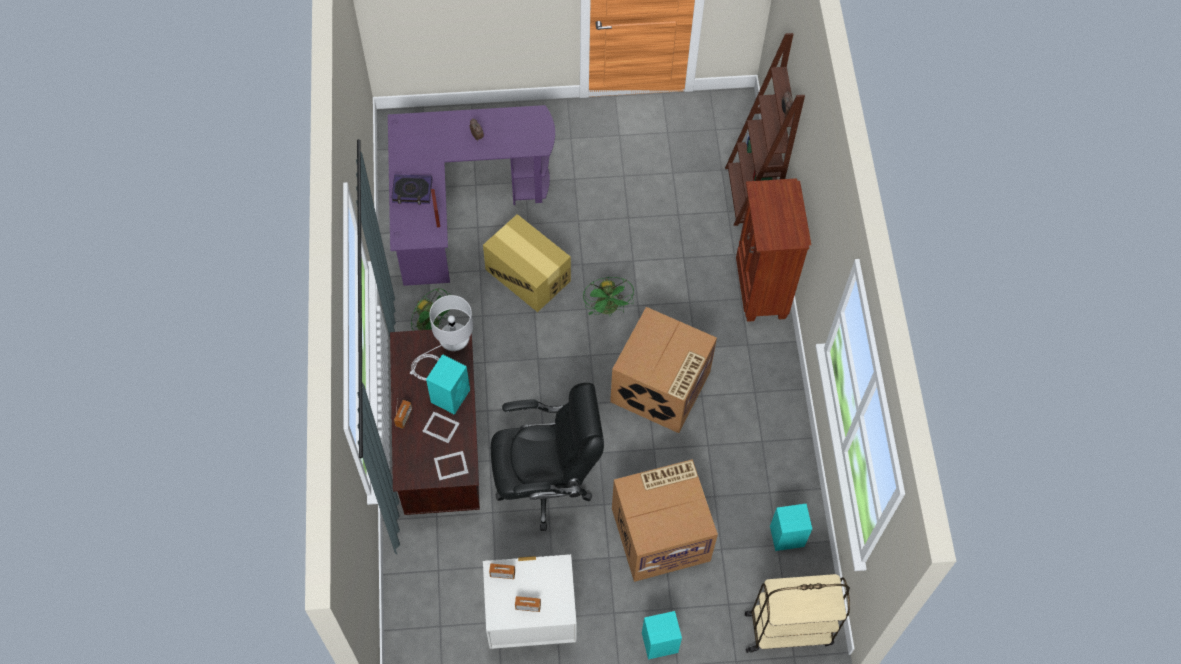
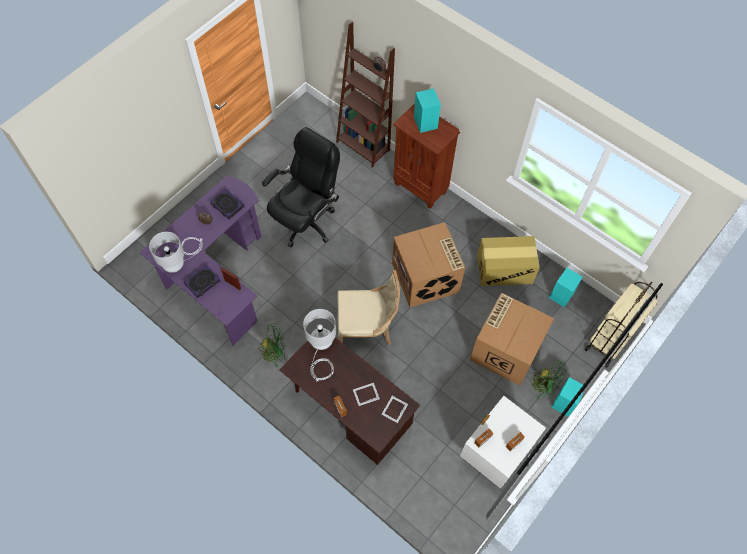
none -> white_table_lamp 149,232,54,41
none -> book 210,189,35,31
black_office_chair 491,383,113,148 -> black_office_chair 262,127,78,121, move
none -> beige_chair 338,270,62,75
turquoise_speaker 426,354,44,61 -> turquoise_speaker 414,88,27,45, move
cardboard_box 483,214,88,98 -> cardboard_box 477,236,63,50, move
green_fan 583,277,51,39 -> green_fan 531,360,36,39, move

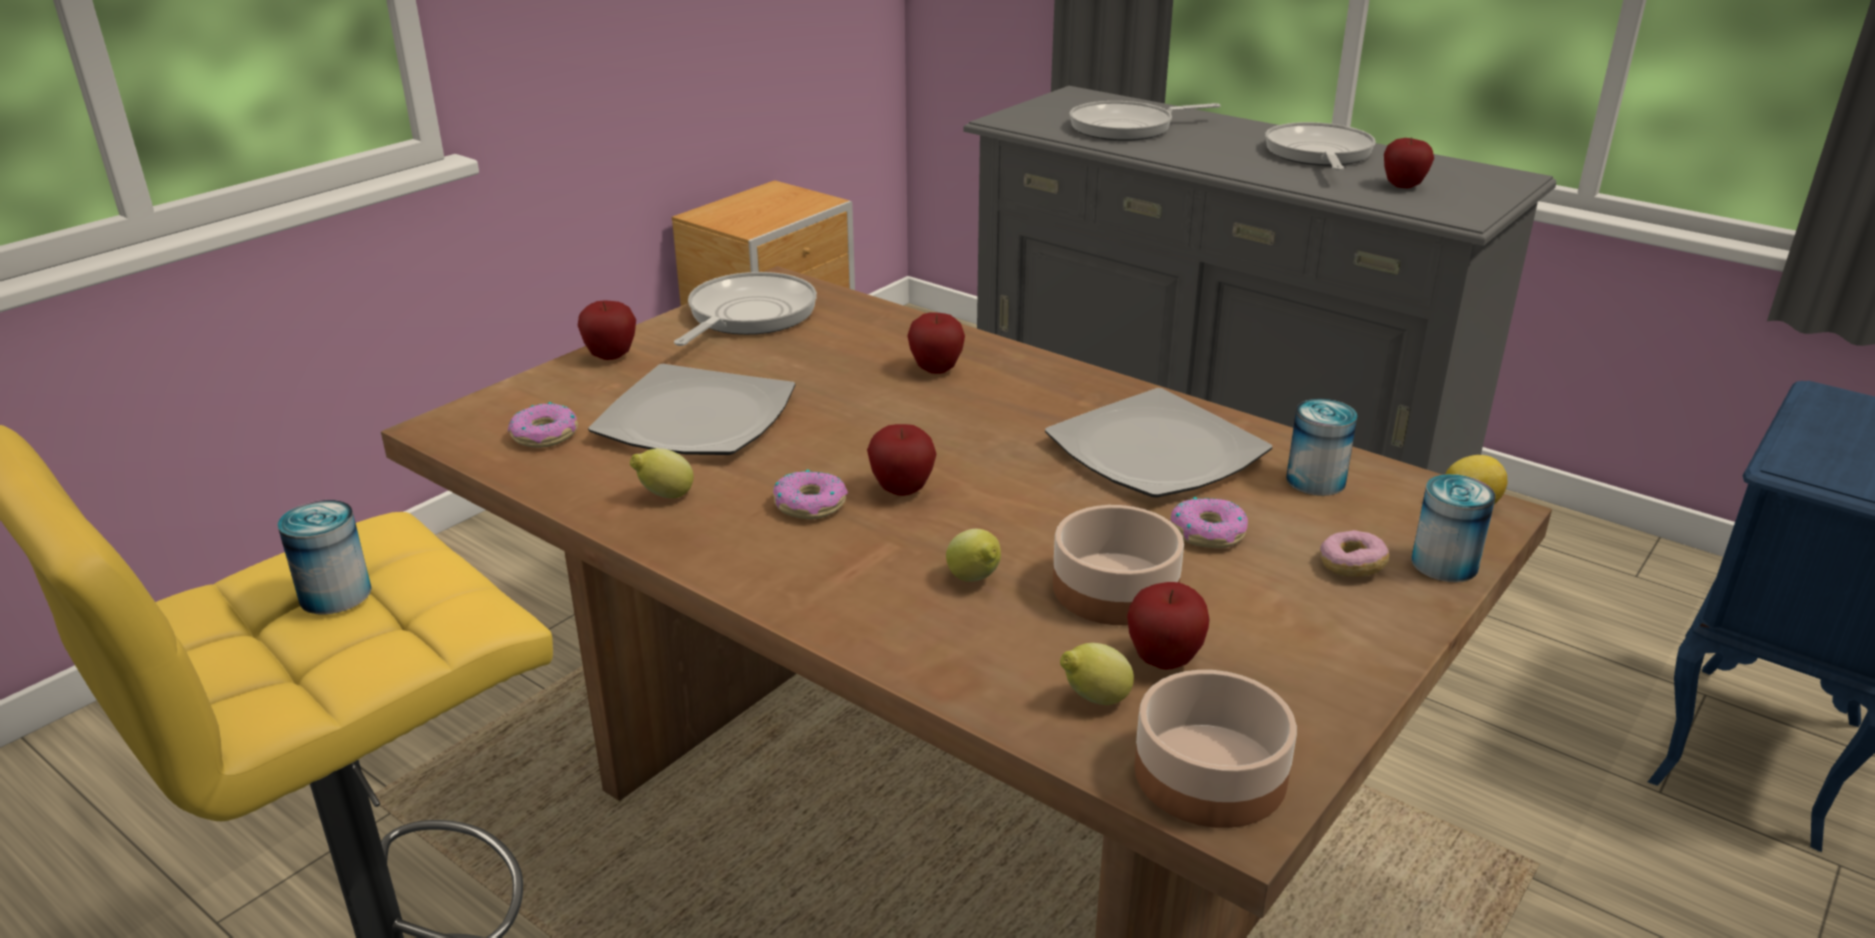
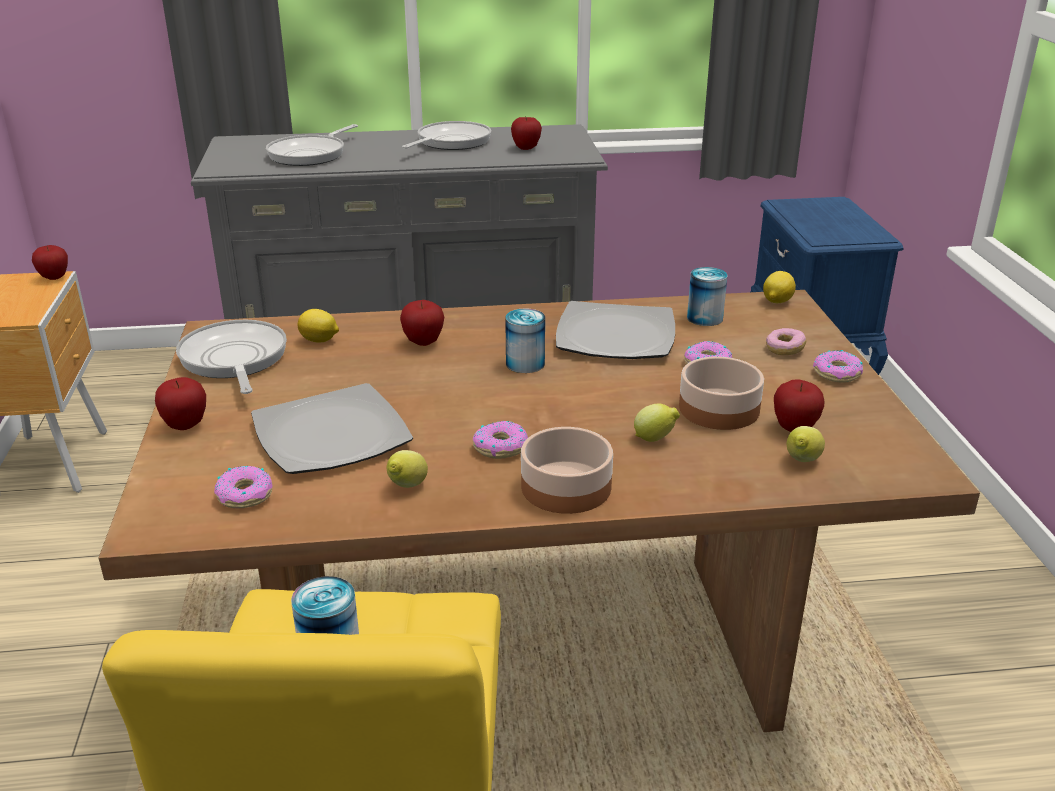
apple 867,424,70,72 -> apple 32,245,36,35, move
none -> lemon 298,309,41,34
frying_pan 1265,122,111,48 -> frying_pan 402,121,89,29, 75 degrees clockwise
can 1411,474,84,108 -> can 505,308,40,65, move
bowl 1134,670,163,158 -> bowl 521,427,92,87, move
none -> donut 813,350,50,33

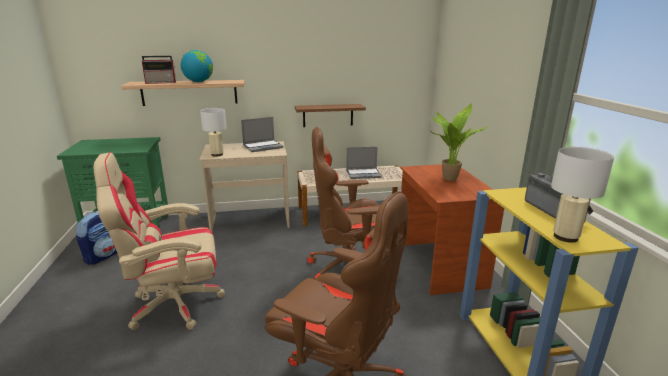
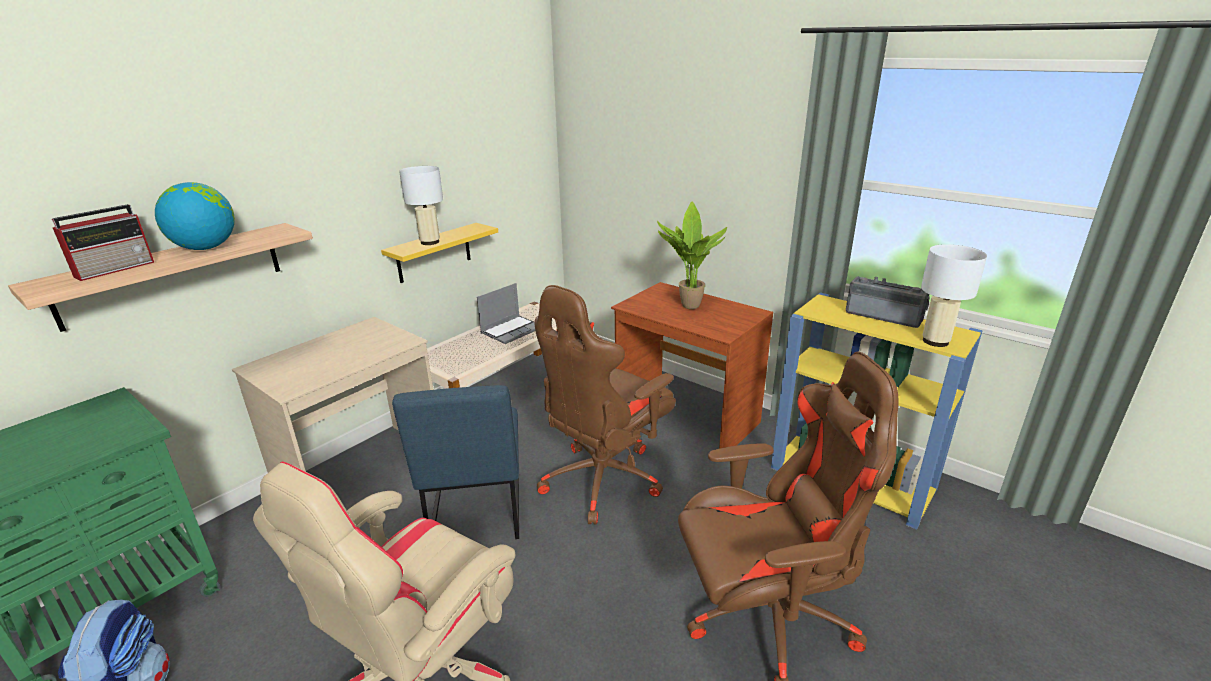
brown_shelf 295,104,71,23 -> yellow_shelf 381,223,117,60
none -> blue_chair 392,385,127,154
white_table_lamp 200,108,27,49 -> white_table_lamp 399,166,44,79, move
laptop 241,117,42,35 -> none

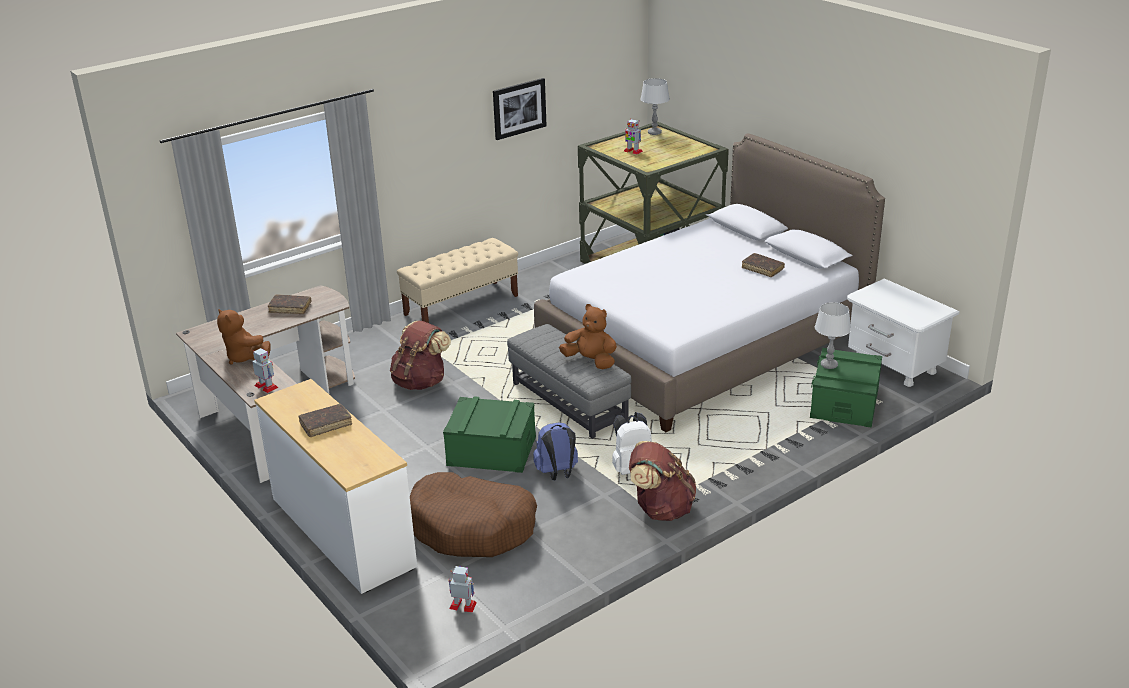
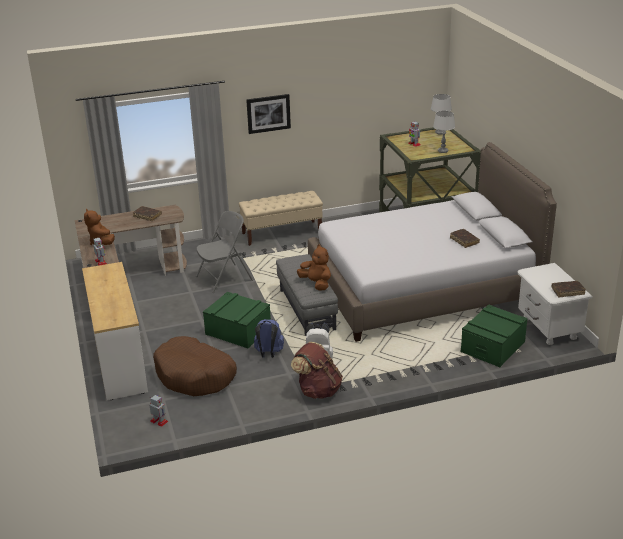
brown_backpack 390,321,61,69 -> grey_chair 196,211,57,83
picture 493,78,54,62 -> picture 246,94,45,40, move
grey_table_lamp 815,302,36,67 -> grey_table_lamp 433,111,22,42, move
brown_book 299,404,53,33 -> brown_book 551,281,35,17, move

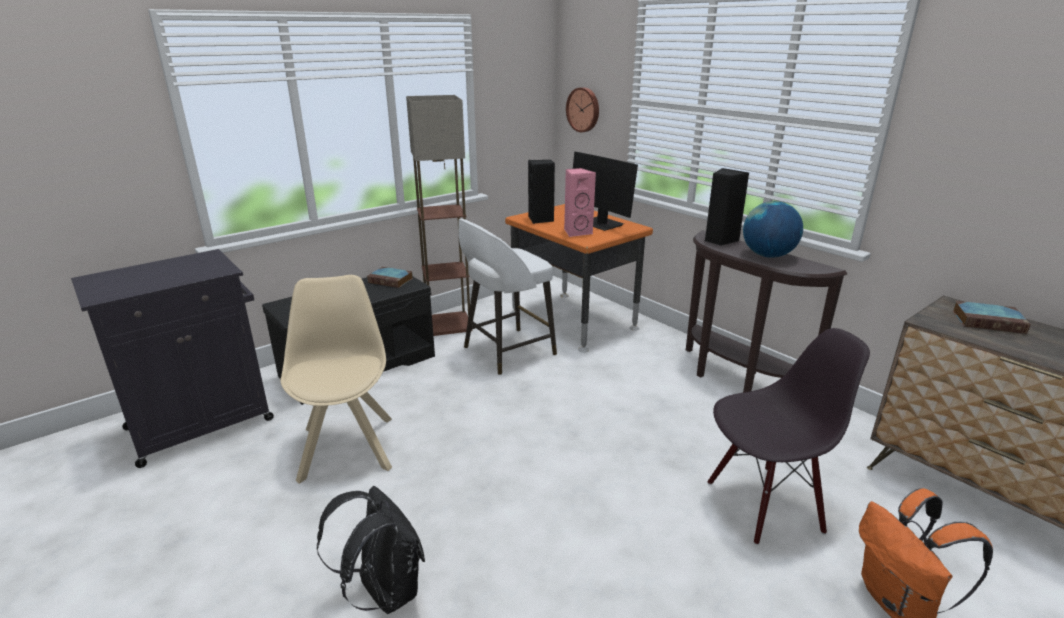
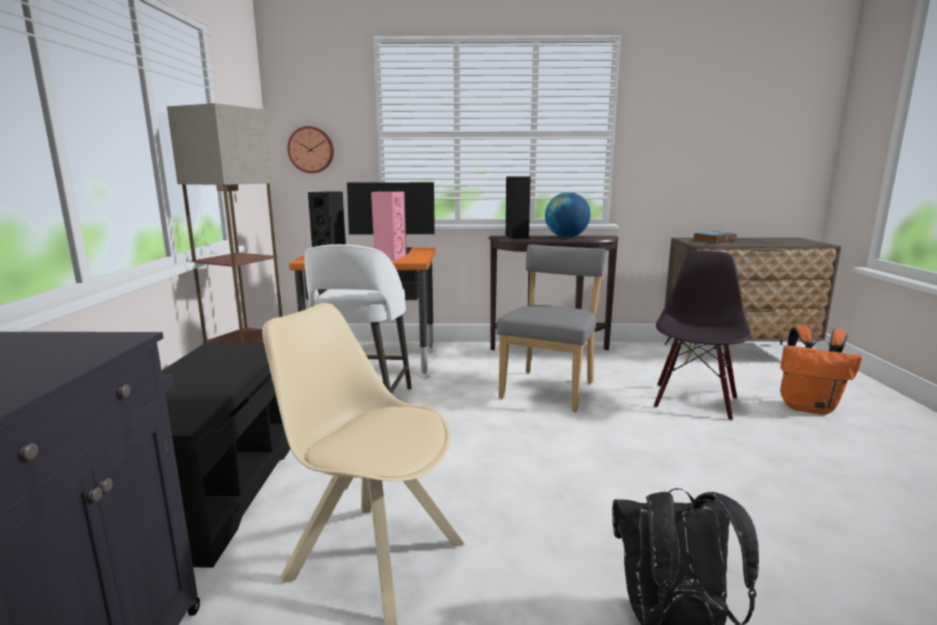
none -> grey_chair 497,244,109,168
book 367,267,46,21 -> none

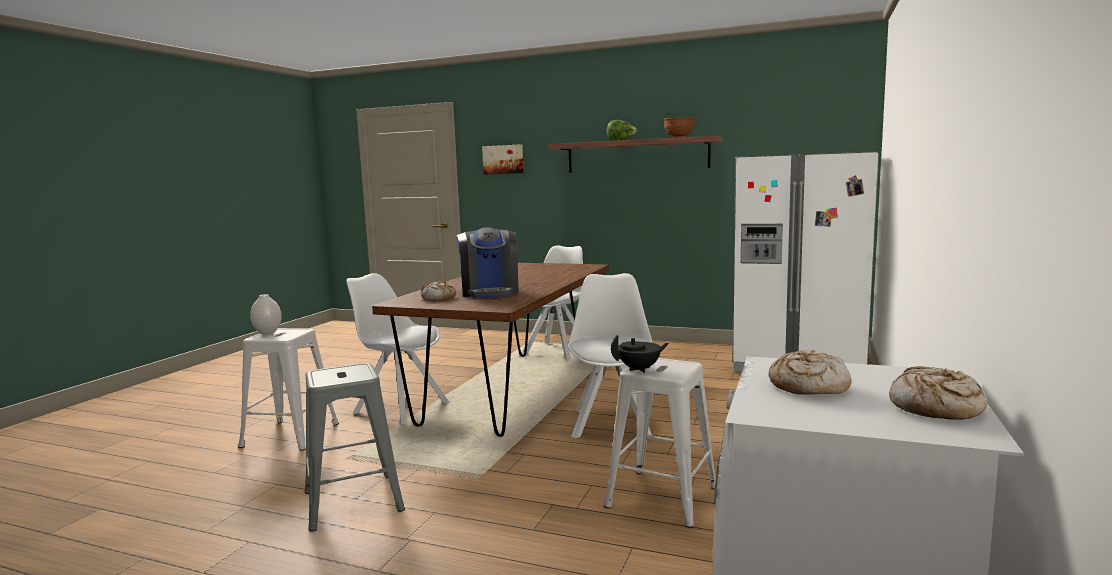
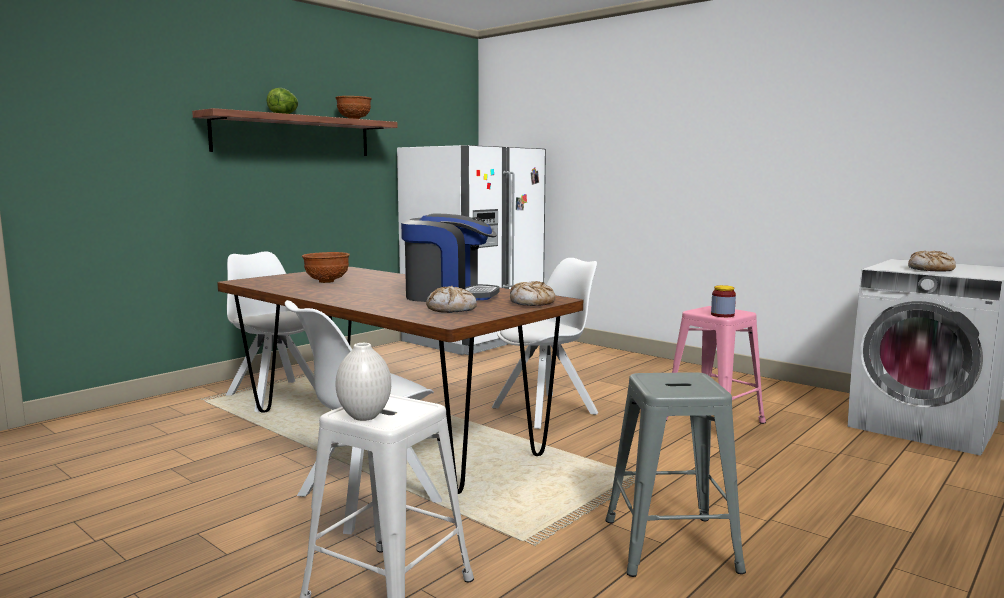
none -> brown_bowl 302,252,48,31
white_chair 568,273,85,166 -> white_chair 492,258,106,171, 120 degrees clockwise
bread 889,366,98,54 -> bread 510,281,46,25, move
white_stool 604,358,112,170 -> pink_stool 666,306,100,118
black_teapot 611,335,58,38 -> jar 711,285,25,32
picture 482,144,42,30 -> none

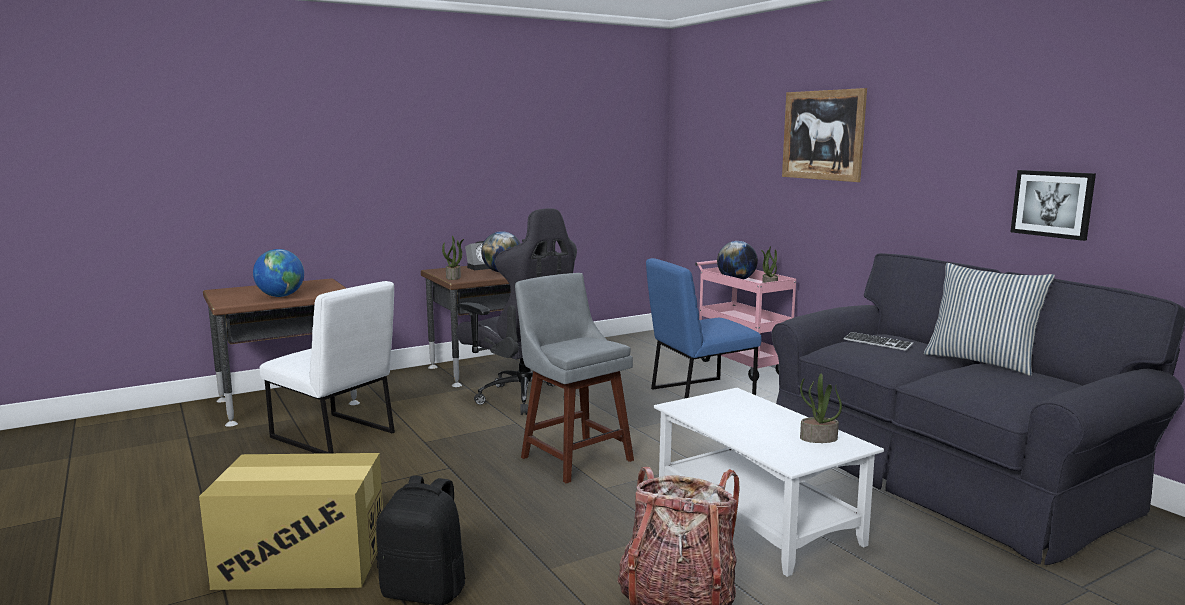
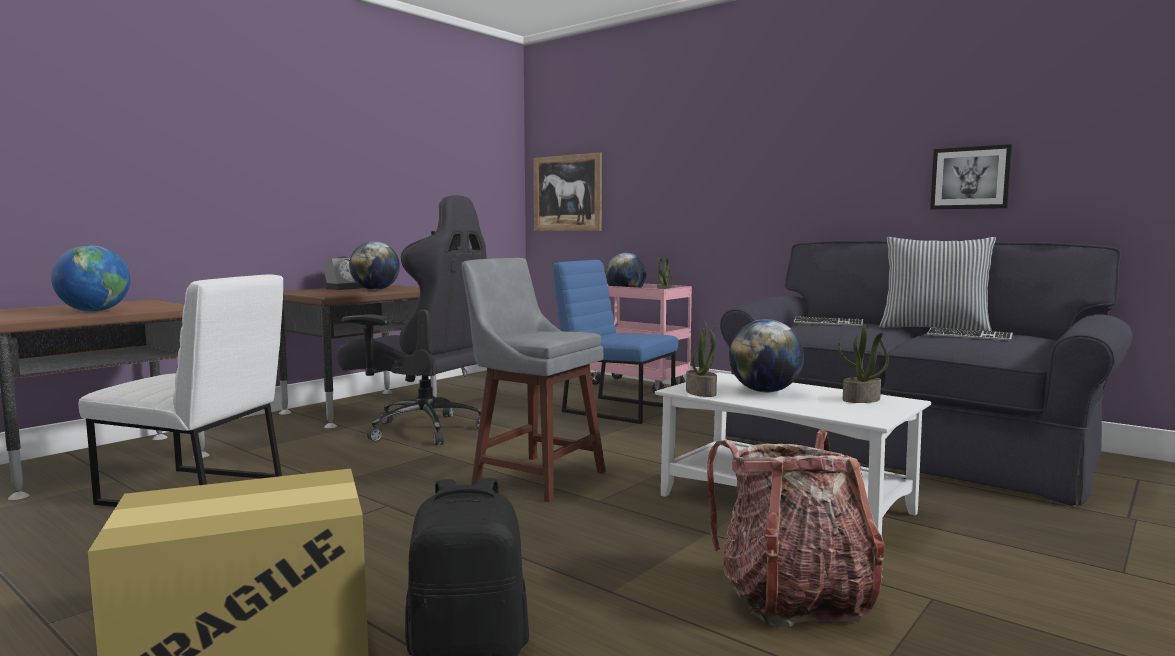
picture 782,88,85,94 -> picture 533,152,69,79, move
blue_chair 646,258,116,141 -> blue_chair 553,260,125,164, 75 degrees clockwise
potted_plant 442,236,22,44 -> potted_plant 686,320,32,77, move
none -> globe 729,319,75,73
none -> keyboard 927,327,86,13

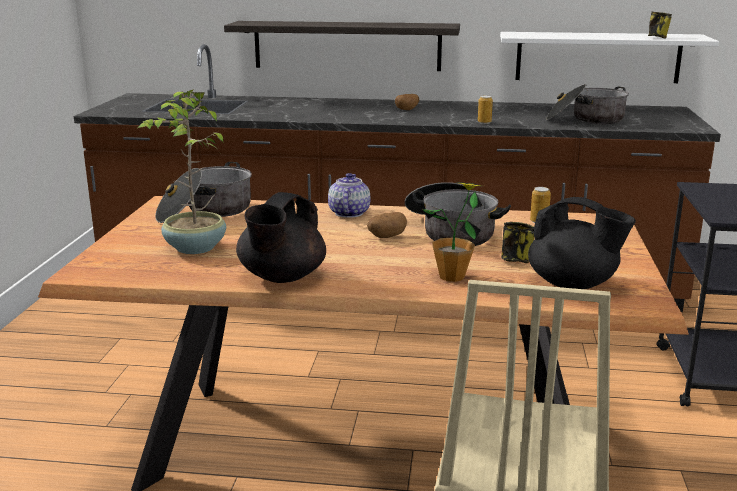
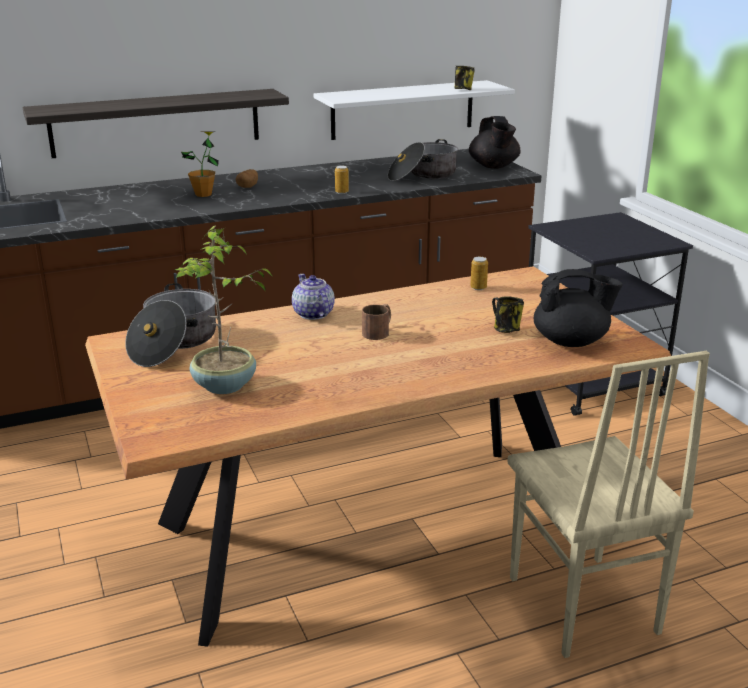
potted_plant 422,182,61,100 -> potted_plant 181,132,38,65, move
potato 367,212,40,26 -> brown_mug 362,304,29,36
black_teapot 236,192,90,91 -> black_teapot 469,116,52,53, move
cooking_pot 405,182,106,64 -> none

